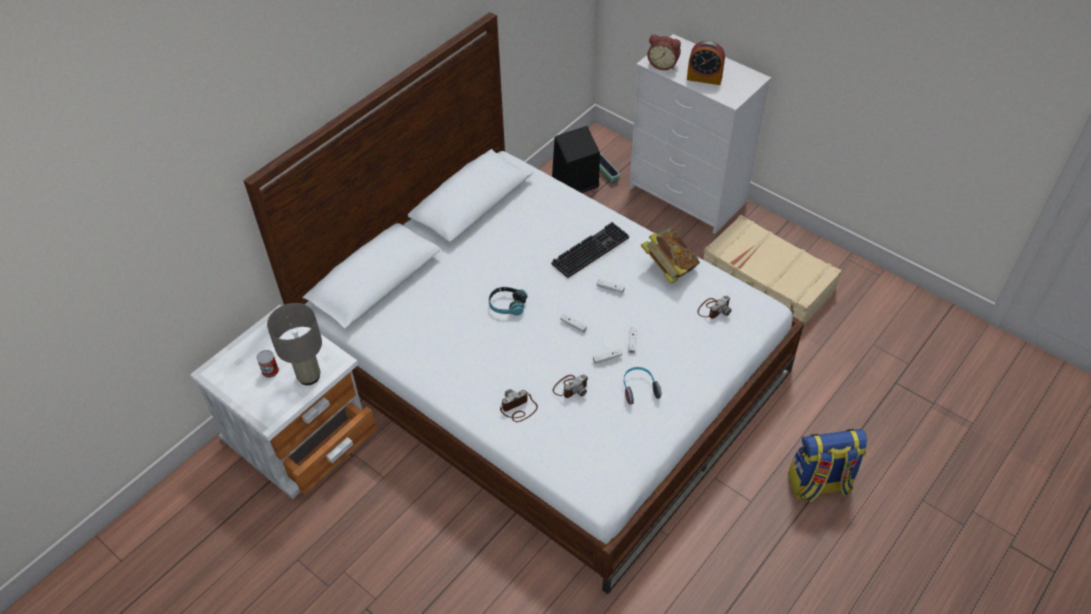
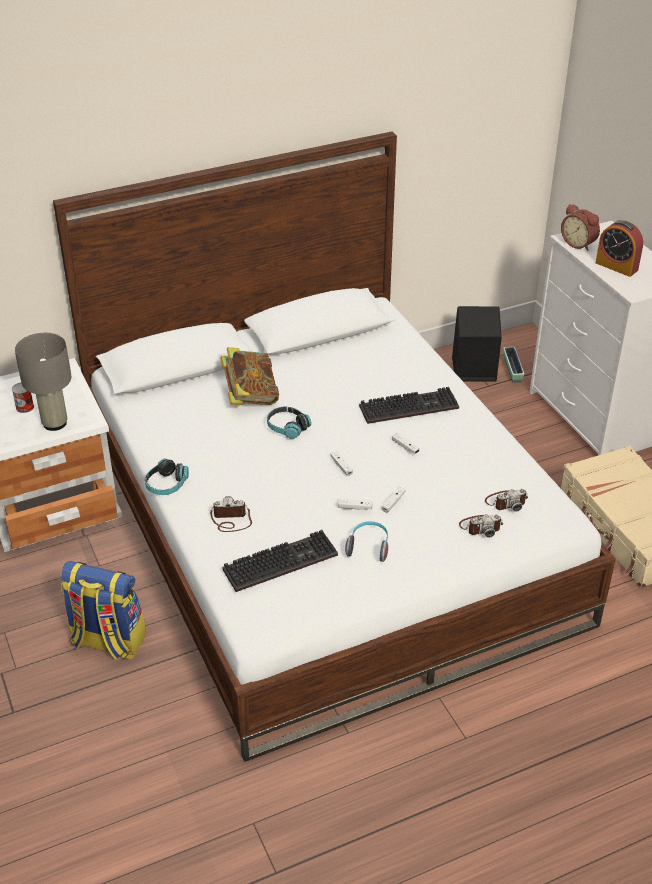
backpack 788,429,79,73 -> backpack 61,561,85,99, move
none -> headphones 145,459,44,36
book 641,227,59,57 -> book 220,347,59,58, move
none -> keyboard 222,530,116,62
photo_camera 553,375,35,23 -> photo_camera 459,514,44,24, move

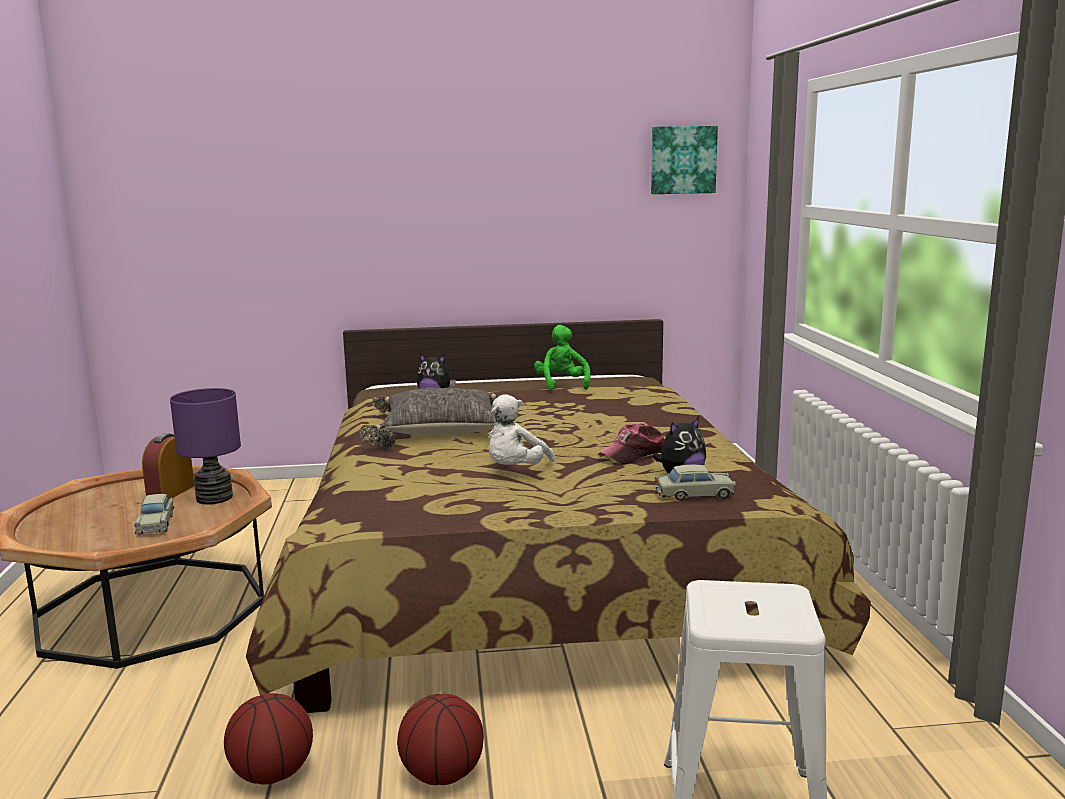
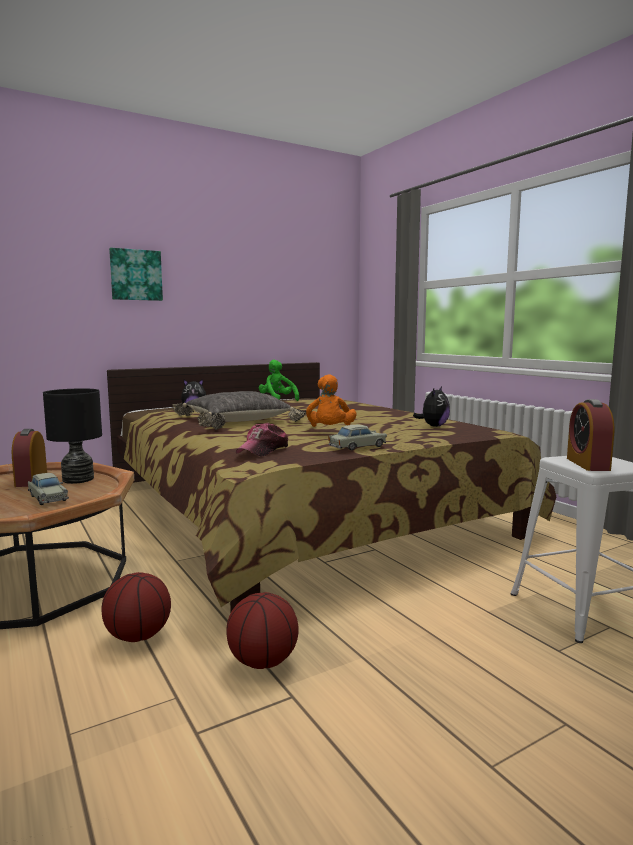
purple_table_lamp 170,388,71,117 -> black_table_lamp 43,388,59,96
basketball 397,694,87,91 -> basketball 101,572,70,70, move
picture 651,126,67,68 -> picture 109,248,54,53, move
cap 598,423,67,41 -> cap 236,423,52,33, move
white_plush_toy 489,394,66,71 -> orange_plush_toy 306,374,51,53
beige_toy_car 655,465,81,36 -> beige_toy_car 328,425,59,25, move
none -> alarm_clock 567,399,48,72

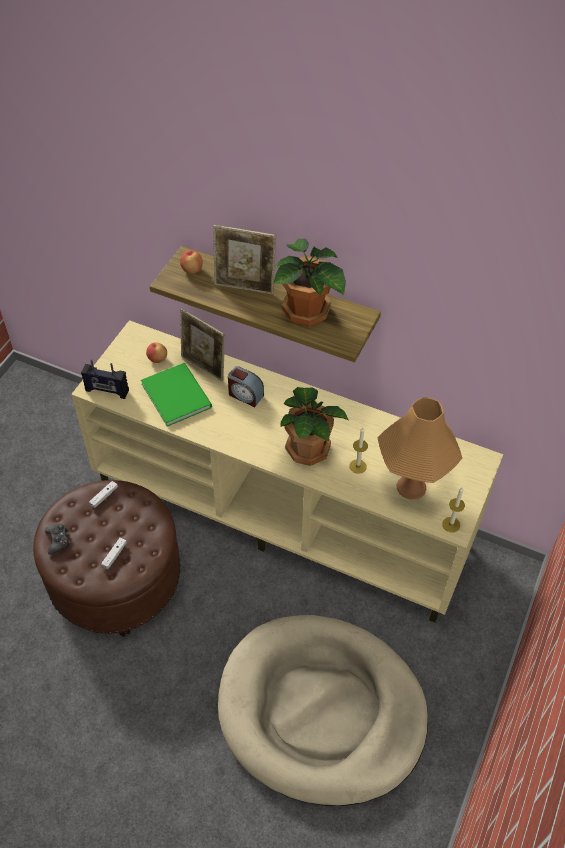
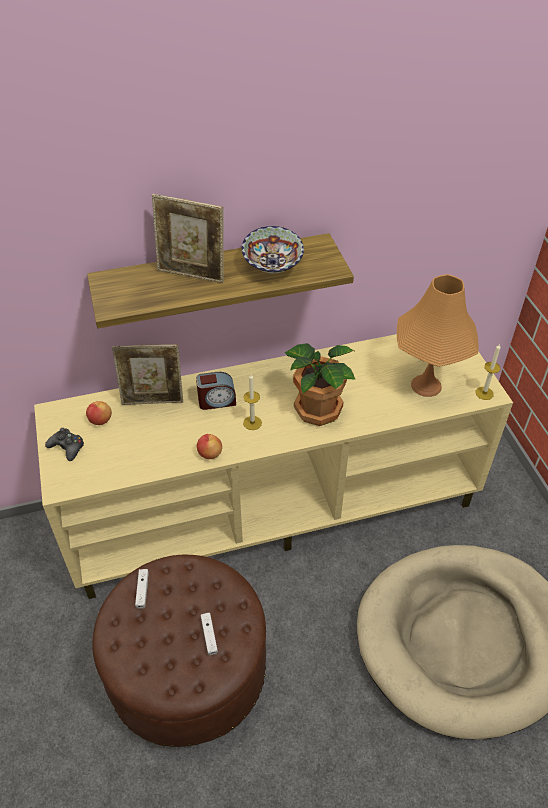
black_game_controller 44,524,27,31 -> black_game_controller 45,428,39,33, move
picture_frame 213,225,63,70 -> picture_frame 152,194,72,89, 45 degrees clockwise
apple 180,250,23,24 -> apple 197,434,25,25, move
potted_plant 273,239,73,88 -> bowl 242,226,62,47
candle 349,428,19,46 -> candle 243,375,19,55, move
radio 81,359,48,40 -> none
green_book 141,363,71,64 -> none

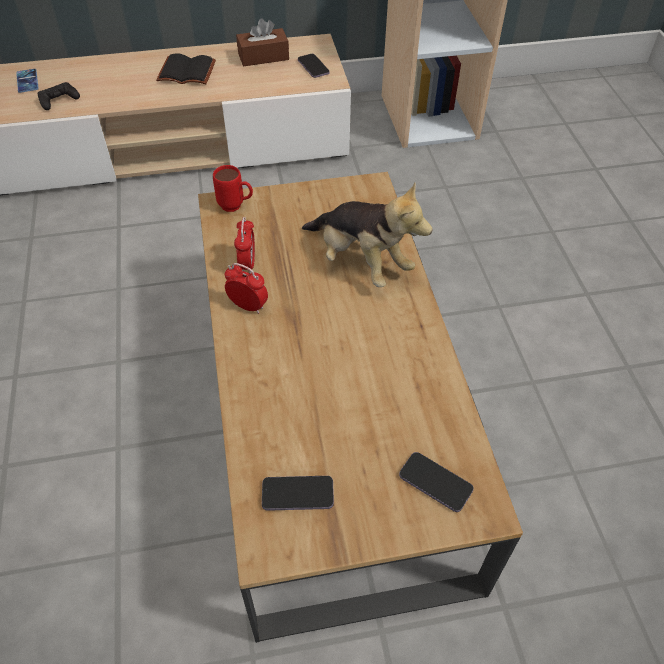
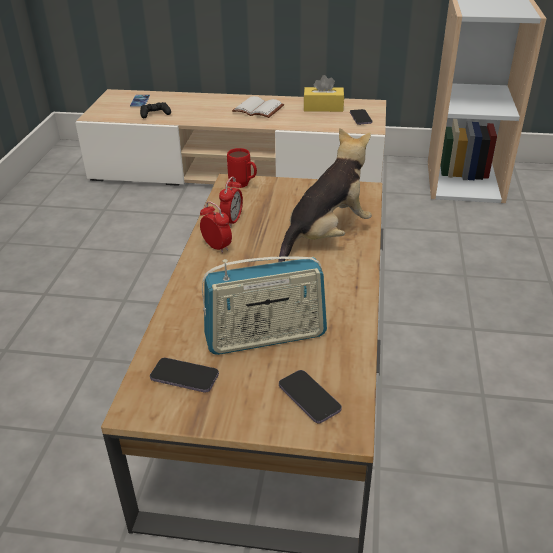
none -> radio 202,256,125,99
black_book 156,53,60,31 -> white_book 232,96,52,22
plush_toy 302,183,131,104 -> plush_toy 278,128,94,134, 105 degrees counterclockwise
brown_tissue_box 236,18,53,49 -> yellow_tissue_box 304,75,40,37

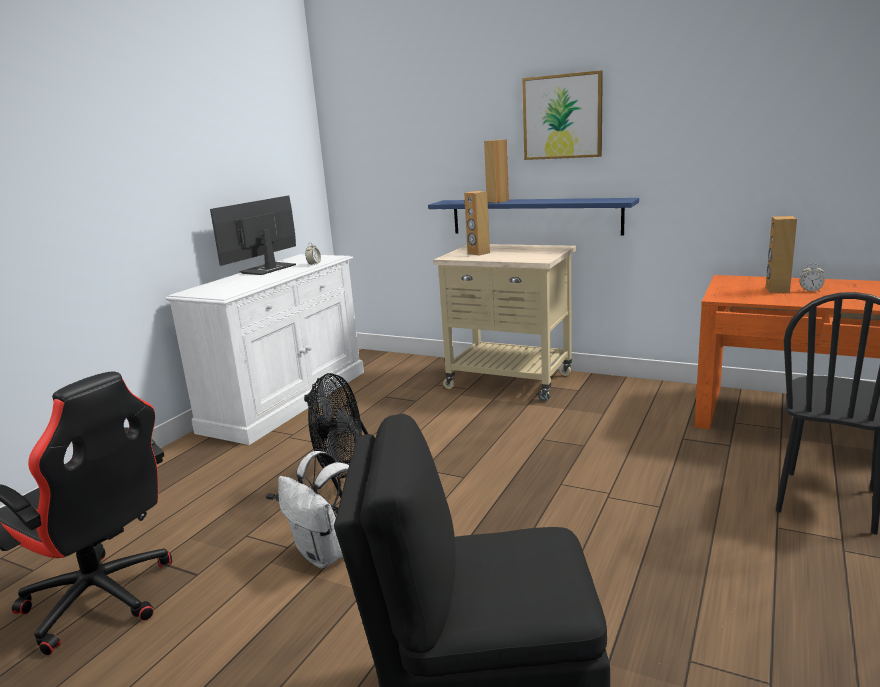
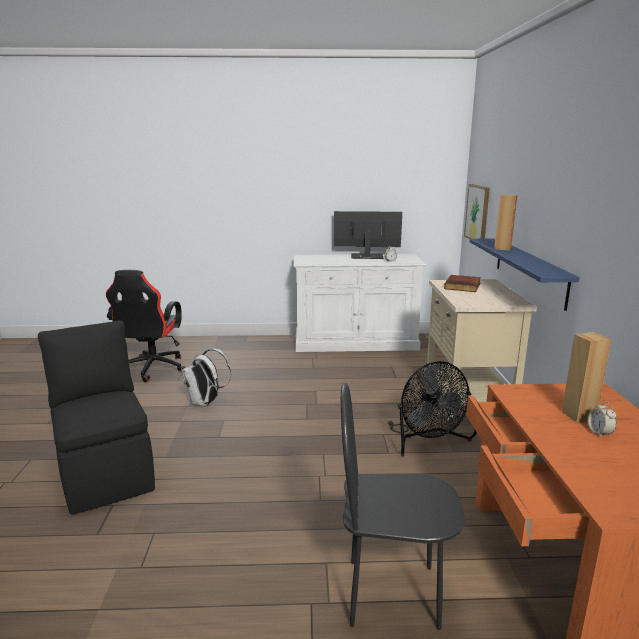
black_fan 265,373,103,140 -> black_fan 388,361,89,96, move
brown_speaker 464,191,26,65 -> book 444,275,37,17
picture 522,70,81,90 -> picture 464,184,26,55, move

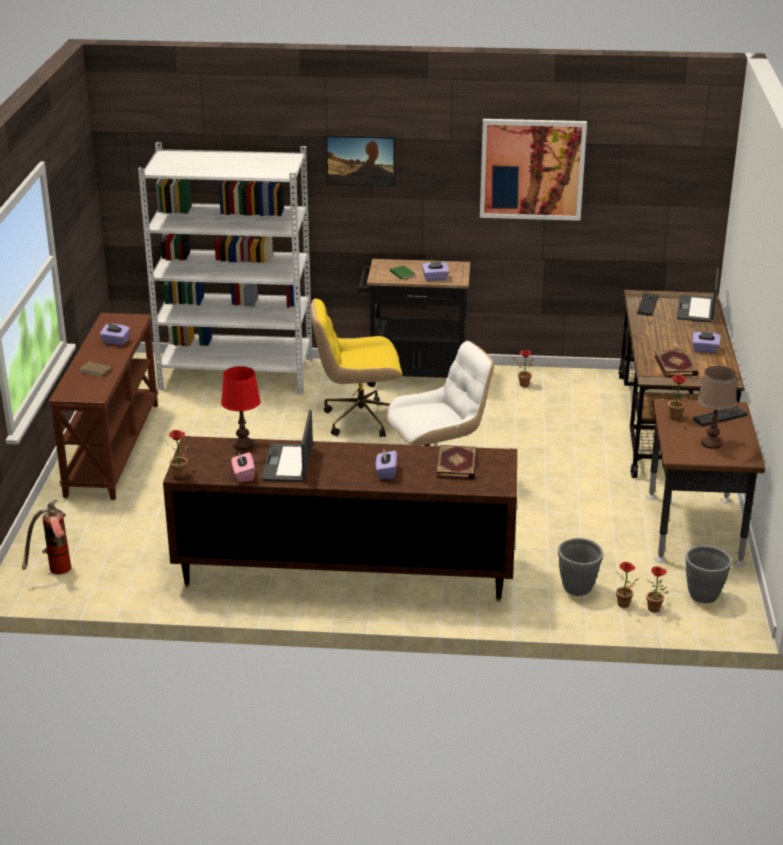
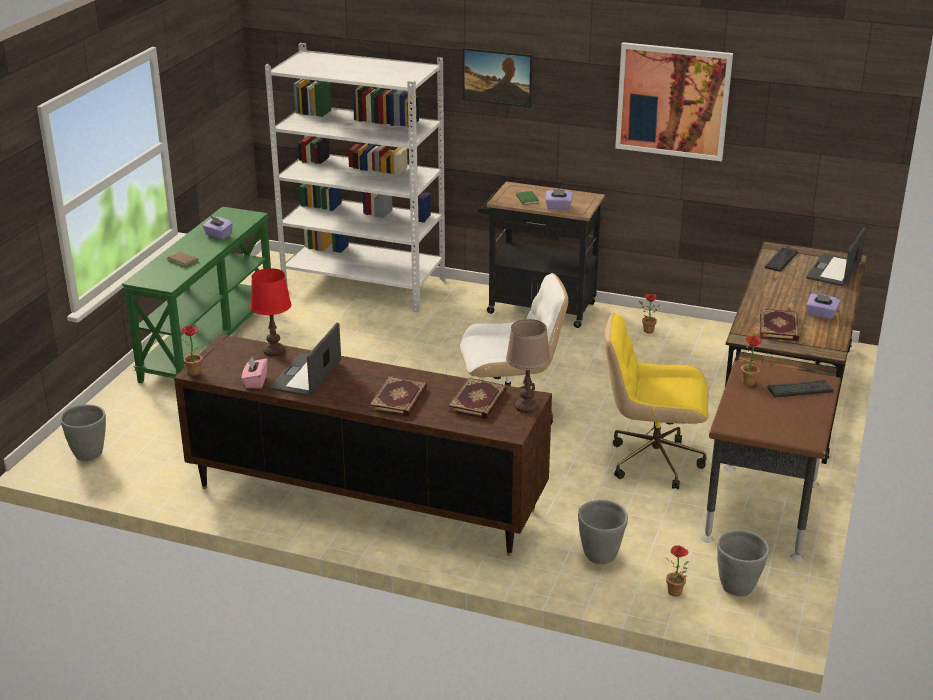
fire_extinguisher 22,500,49,75 -> grey_planter 60,404,46,57
brown_console_table 49,313,109,187 -> green_console_table 122,207,149,176
purple_tissue_box 376,450,21,29 -> book 370,376,57,41
brown_table_lamp 697,366,40,83 -> brown_table_lamp 506,319,44,94, move
yellow_office_chair 311,298,91,139 -> yellow_office_chair 605,313,104,176, move
potted_plant 616,562,23,46 -> none

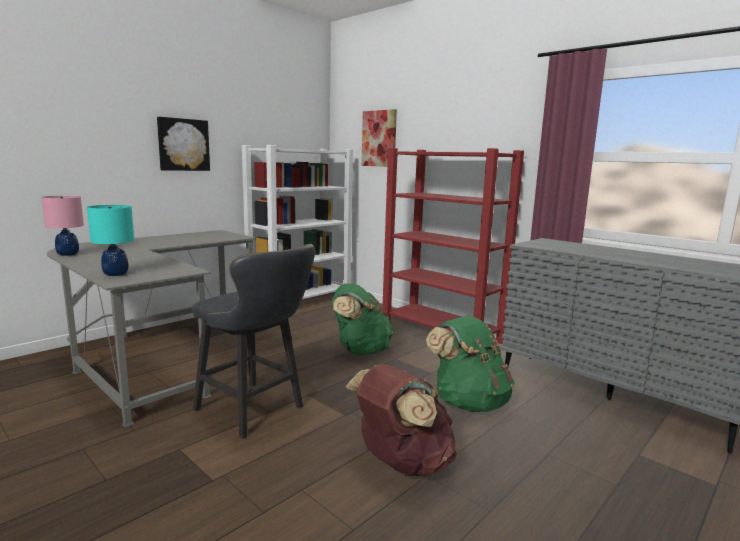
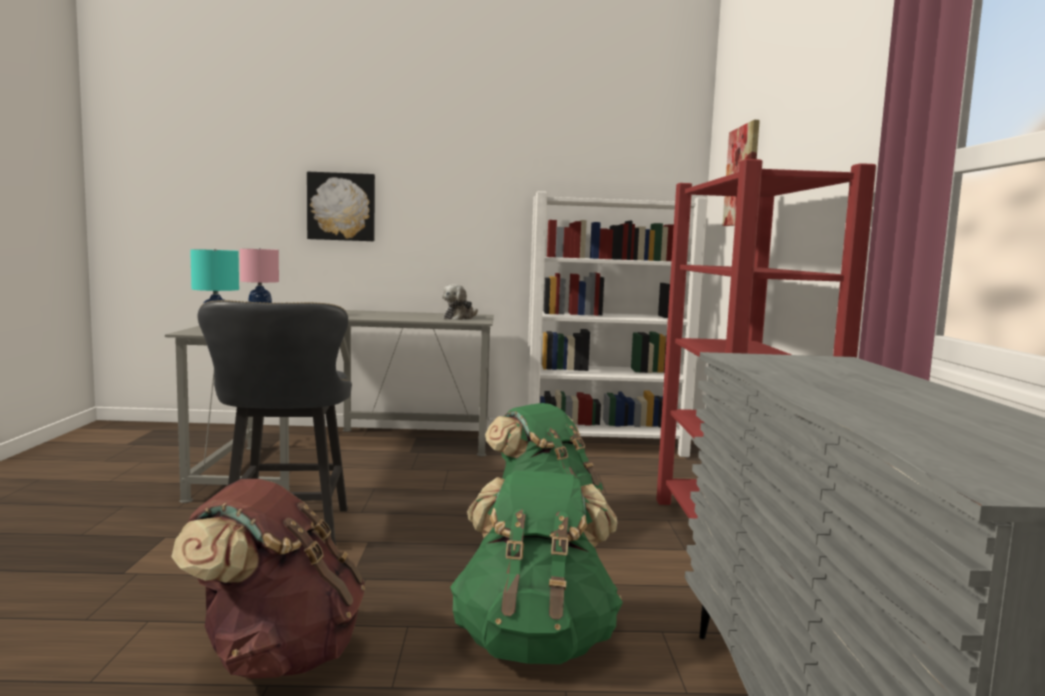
picture 157,117,53,54 -> picture 307,172,68,69, move
none -> plush_toy 442,284,36,36

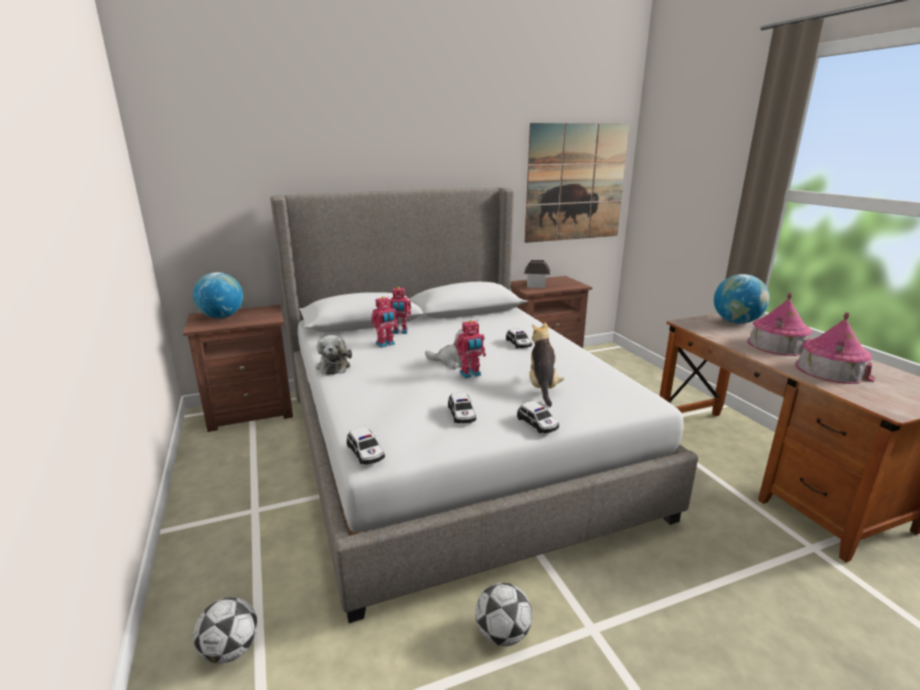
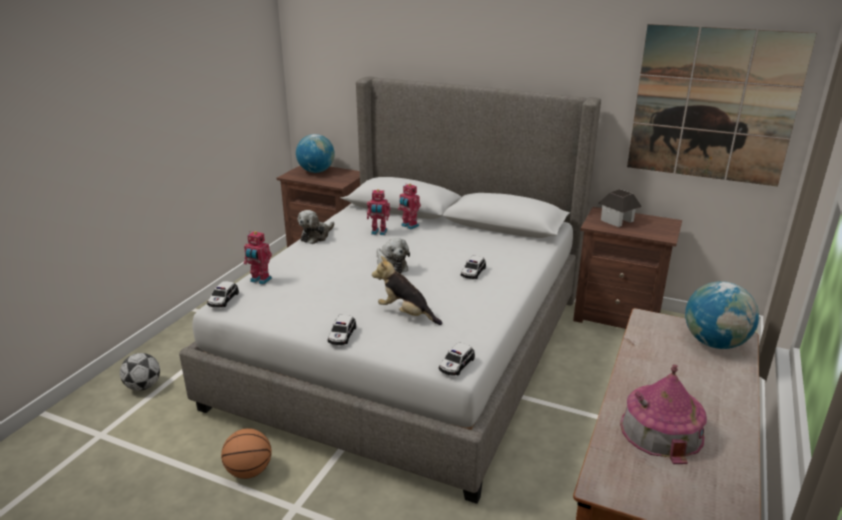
football 475,583,57,63 -> basketball 221,428,51,51
toy_robot 456,320,30,58 -> toy_robot 244,231,28,54, move
plush_toy 529,322,35,85 -> plush_toy 372,256,71,69, 105 degrees counterclockwise
toy_car 448,392,28,31 -> toy_car 439,342,36,34, move
toy_house 747,293,66,63 -> none

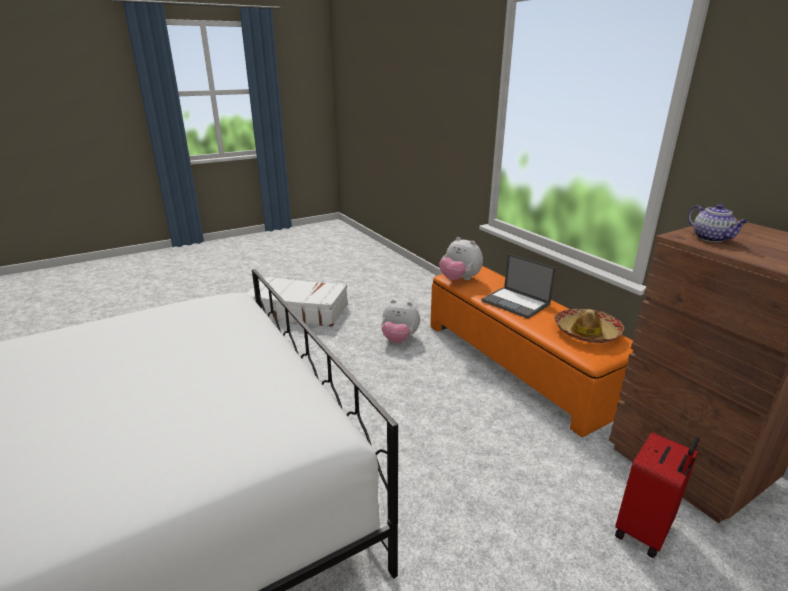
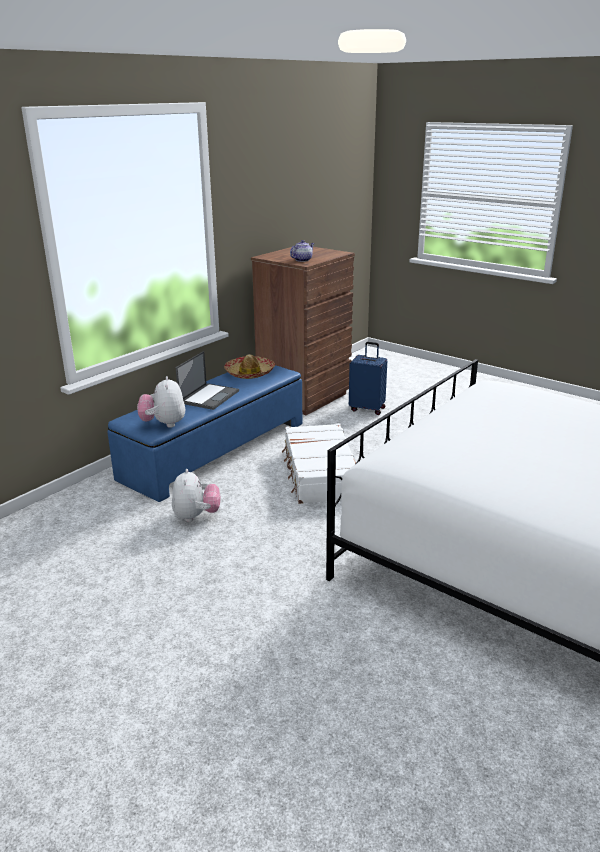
orange_bench 430,266,203,171 -> blue_bench 107,365,195,137
plush_toy 439,237,44,43 -> plush_toy 137,376,48,52, 150 degrees clockwise
white_suitcase 247,276,101,50 -> white_suitcase 282,423,74,81, move
red_suitcase 615,432,85,126 -> blue_suitcase 349,342,38,73

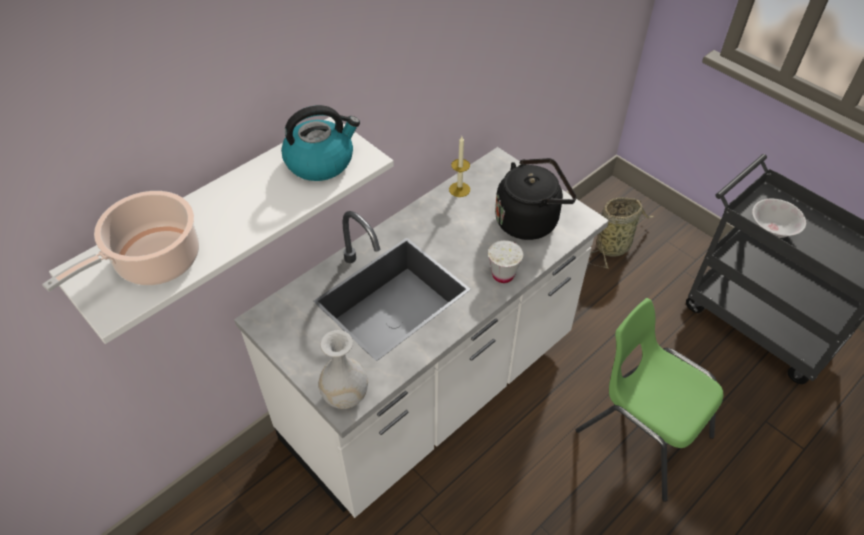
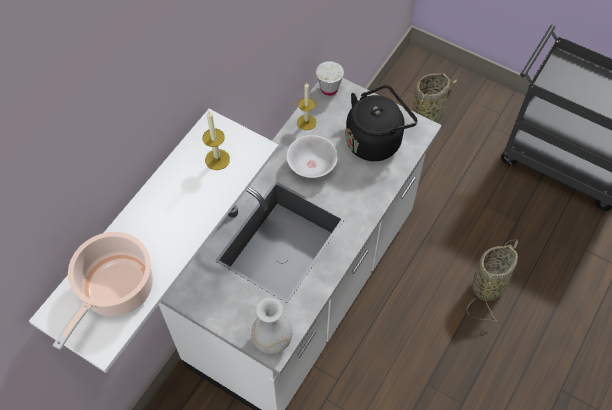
kettle 281,105,79,76 -> candle 203,111,27,59
white_bowl 752,199,54,39 -> white_bowl 286,135,52,43, move
white_cup 488,240,35,43 -> white_cup 316,61,28,35, move
green_chair 576,298,148,204 -> basket 467,239,51,82

